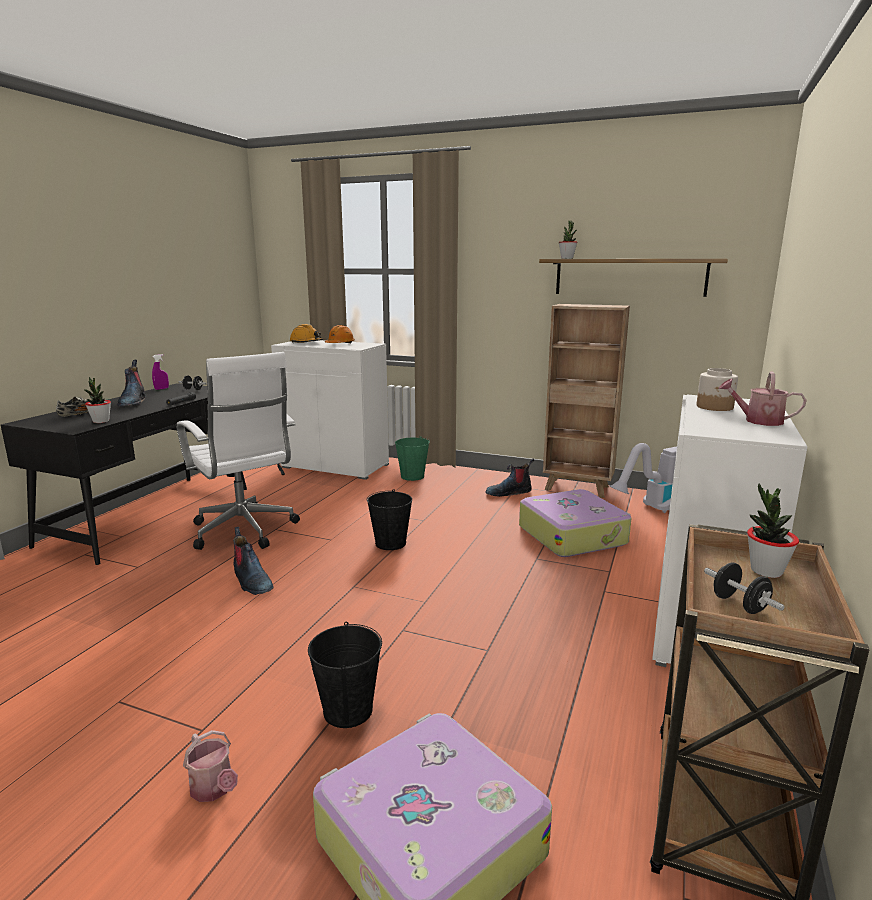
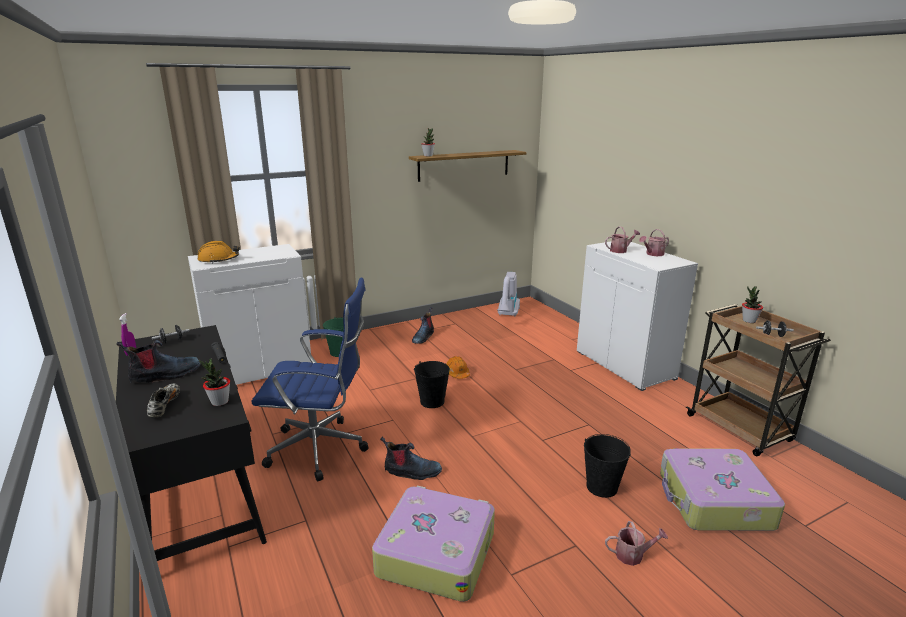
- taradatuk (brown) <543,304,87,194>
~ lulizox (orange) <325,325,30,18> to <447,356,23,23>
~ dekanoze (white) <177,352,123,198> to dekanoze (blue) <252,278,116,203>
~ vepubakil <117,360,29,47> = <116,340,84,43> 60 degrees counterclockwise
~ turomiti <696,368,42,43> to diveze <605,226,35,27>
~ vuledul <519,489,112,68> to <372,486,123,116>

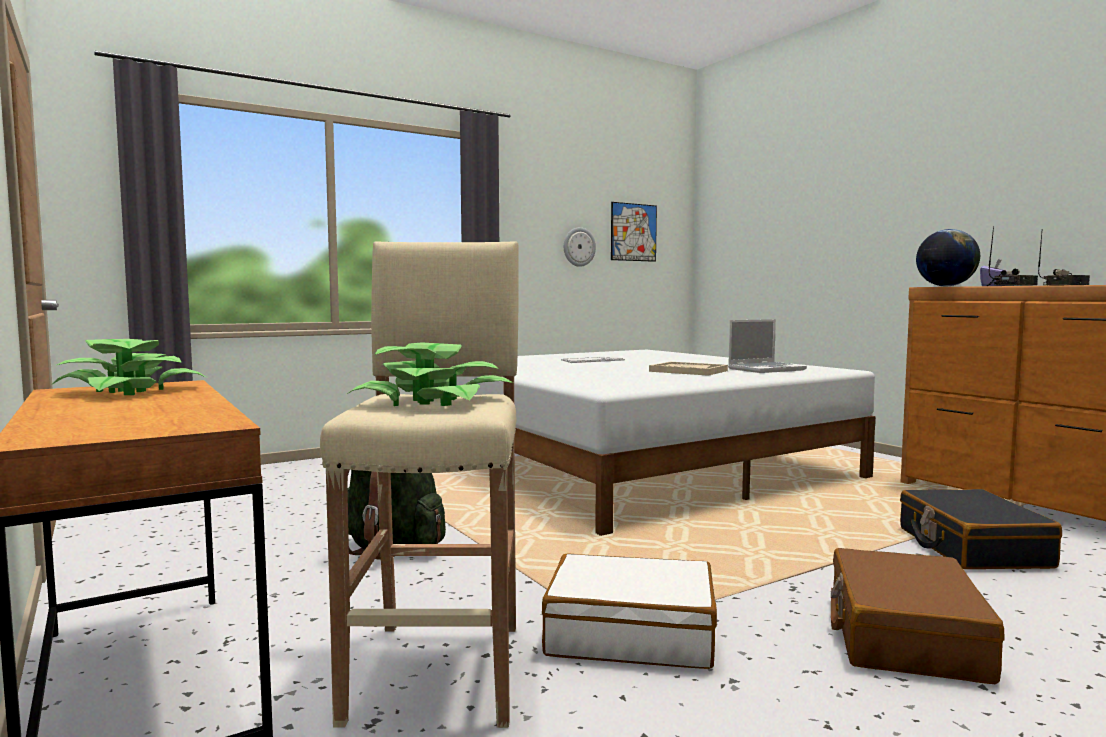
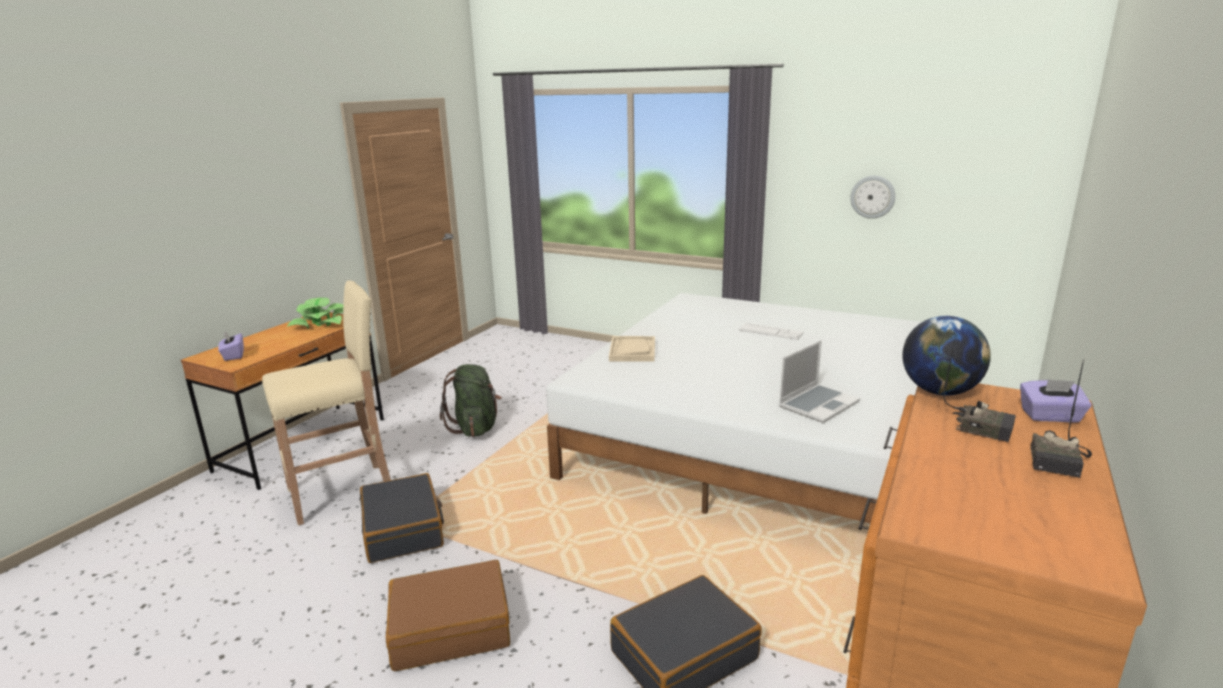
- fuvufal <611,202,46,60>
~ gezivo <728,319,79,54> = <779,340,81,83> 75 degrees counterclockwise
- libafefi <347,342,166,64>
~ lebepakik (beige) <649,362,79,14> to <609,336,46,26>
~ vuledul (white) <542,553,175,116> to vuledul (black) <360,473,84,90>
+ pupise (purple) <218,330,26,31>

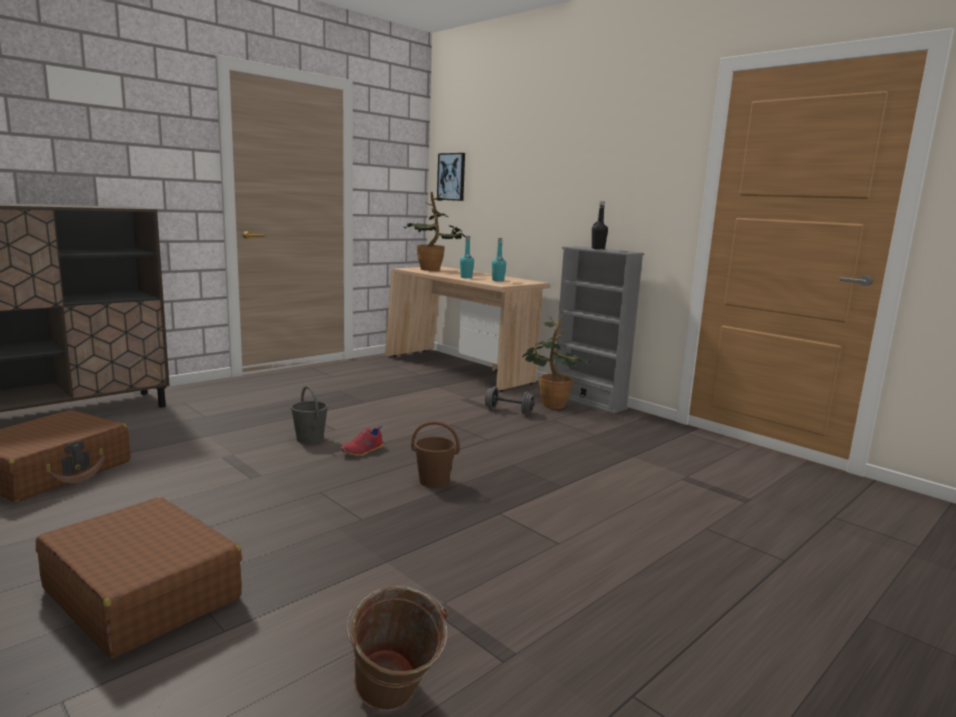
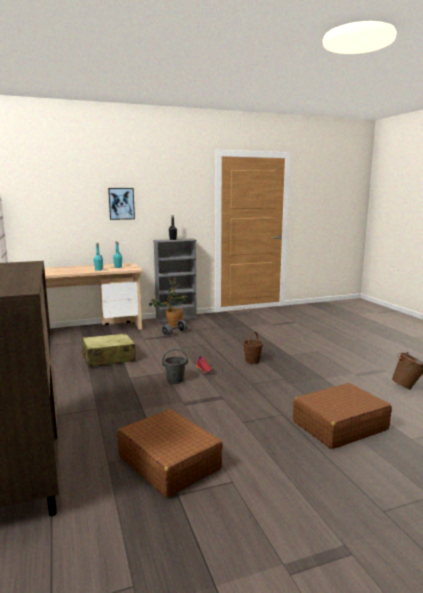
~ fuvufal <437,153,28,48> to <108,188,27,32>
- libafefi <404,192,62,79>
+ vuledul (beige) <80,333,56,34>

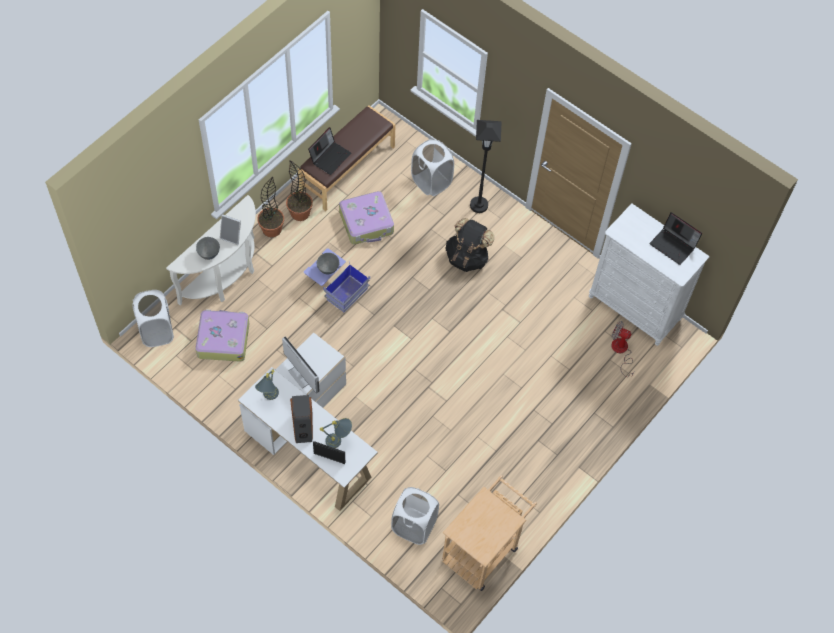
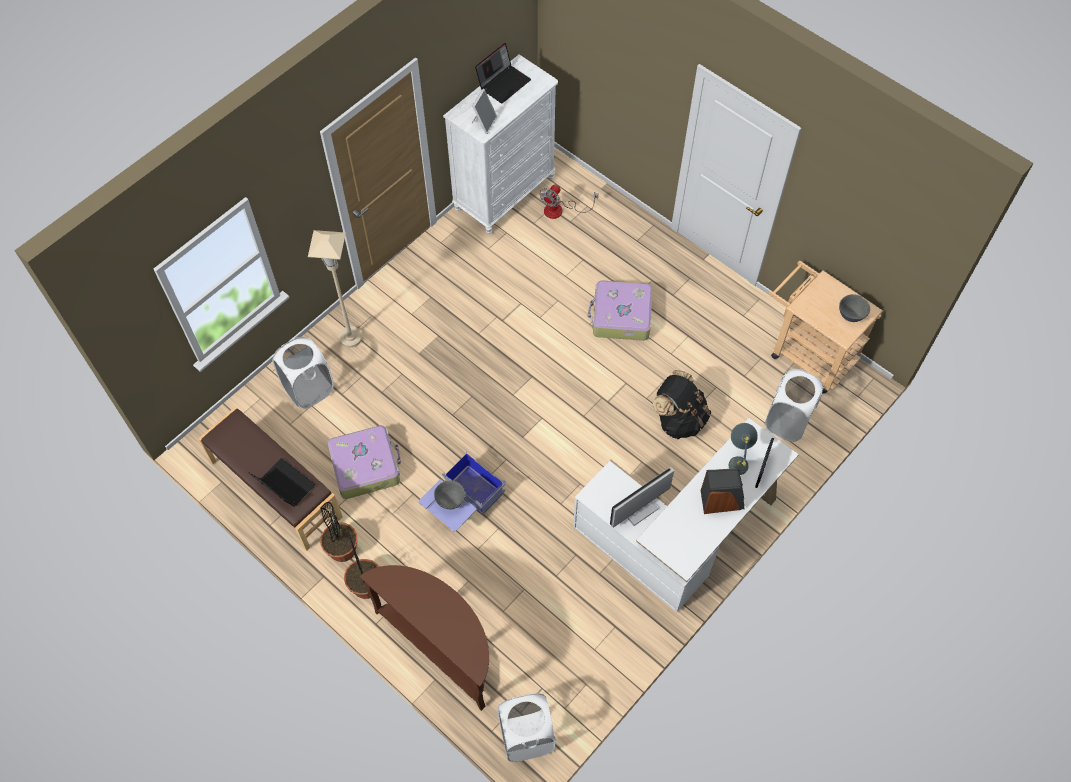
~ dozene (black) <470,120,32,93> to dozene (beige) <308,230,54,118>
~ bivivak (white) <166,195,90,111> to bivivak (brown) <360,565,129,146>
~ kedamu <220,214,21,31> to <471,89,26,45>
~ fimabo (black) <446,218,48,54> to <653,370,58,69>
~ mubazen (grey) <196,237,24,23> to <839,294,31,28>
~ vuledul <195,309,54,53> to <588,280,64,61>
- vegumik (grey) <255,369,24,31>

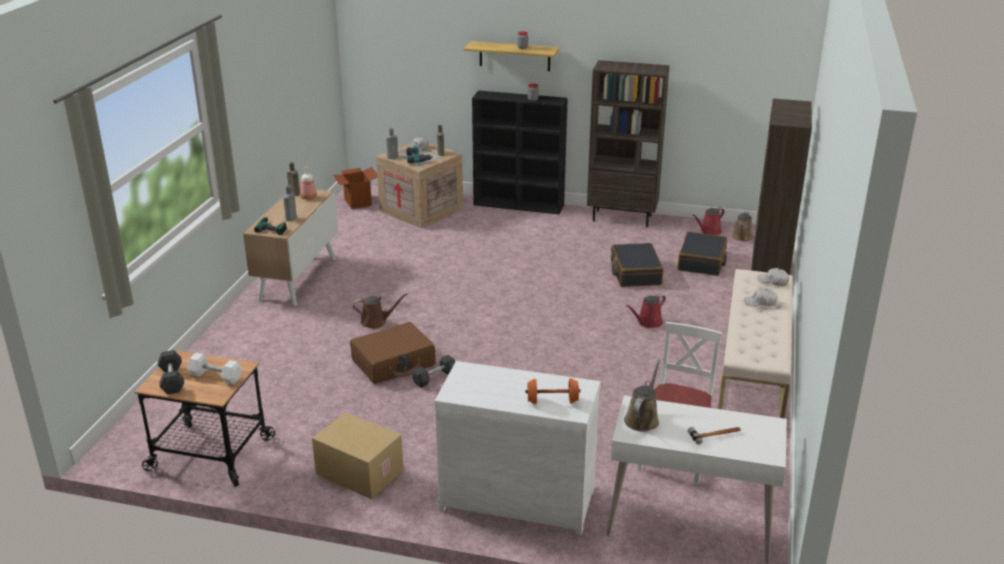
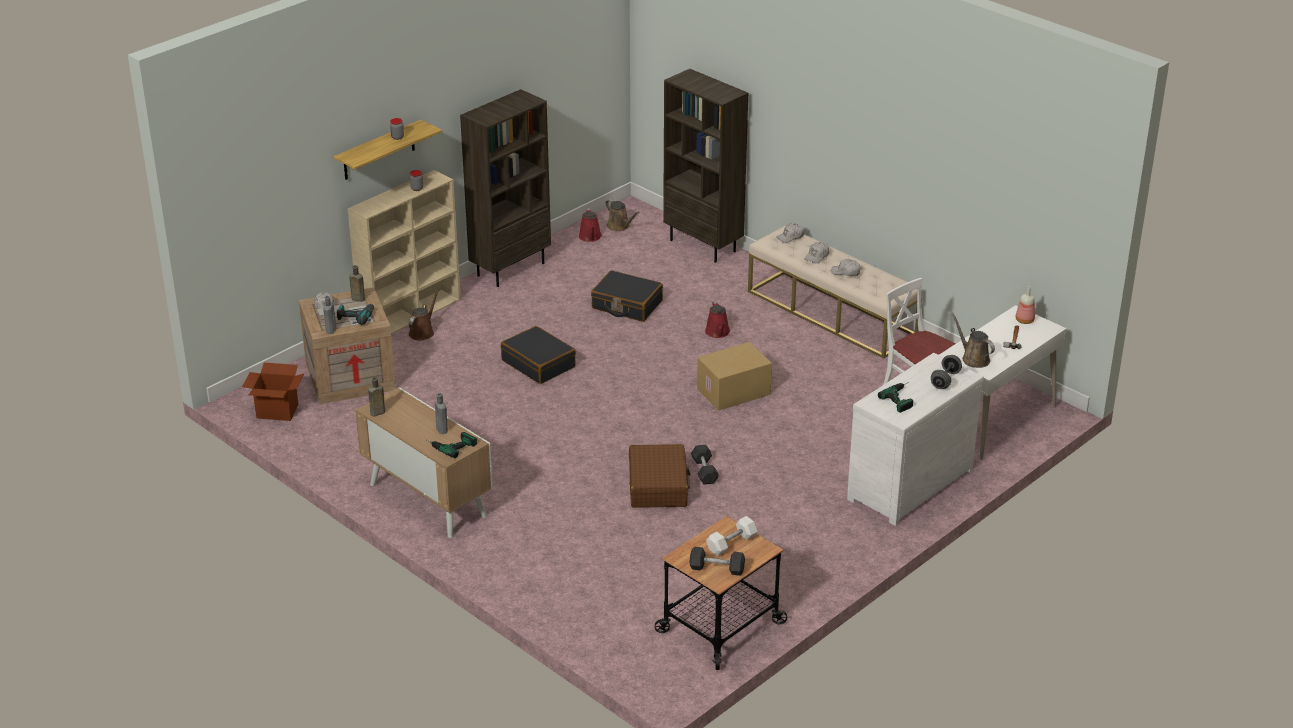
~ taradatuk (black) <472,90,96,125> to taradatuk (beige) <348,170,113,164>
~ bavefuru <300,166,17,34> to <1016,287,19,37>
~ vuledul (black) <678,232,49,44> to <501,326,75,58>
~ diveze (brown) <353,293,55,36> to <409,290,30,50>
~ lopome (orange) <526,378,54,26> to lopome (grey) <931,355,31,34>
~ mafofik <312,412,92,87> to <697,342,75,69>
+ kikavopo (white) <831,259,29,17>
+ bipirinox <878,382,35,31>

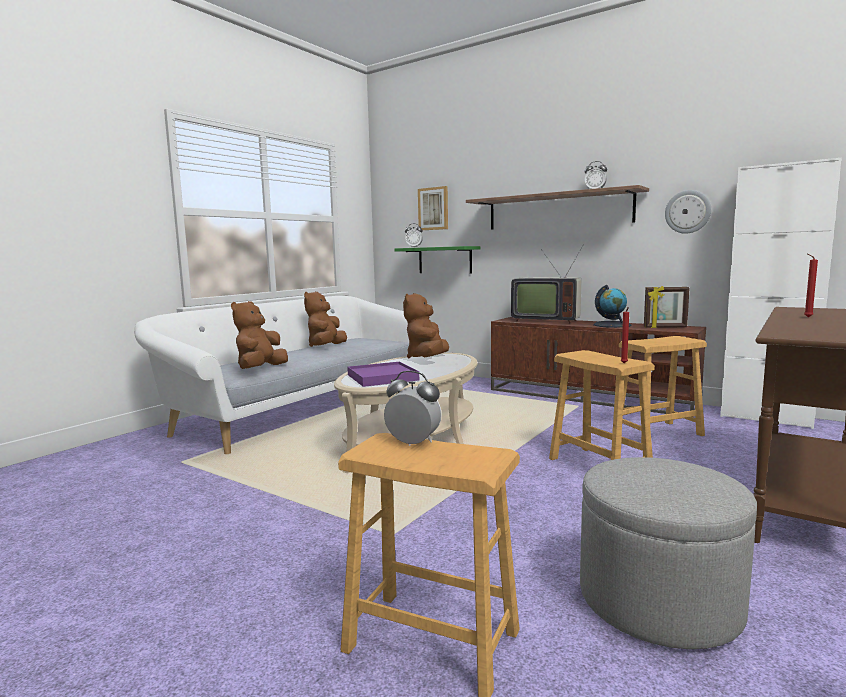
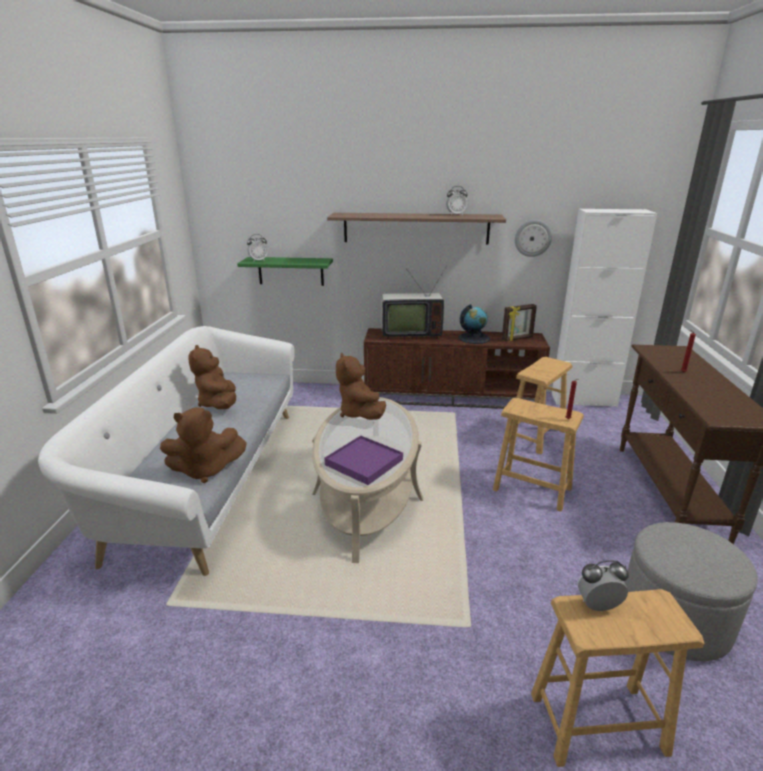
- fuvufal <418,186,30,44>
~ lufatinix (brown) <231,301,57,68> = <160,407,87,76> 90 degrees counterclockwise

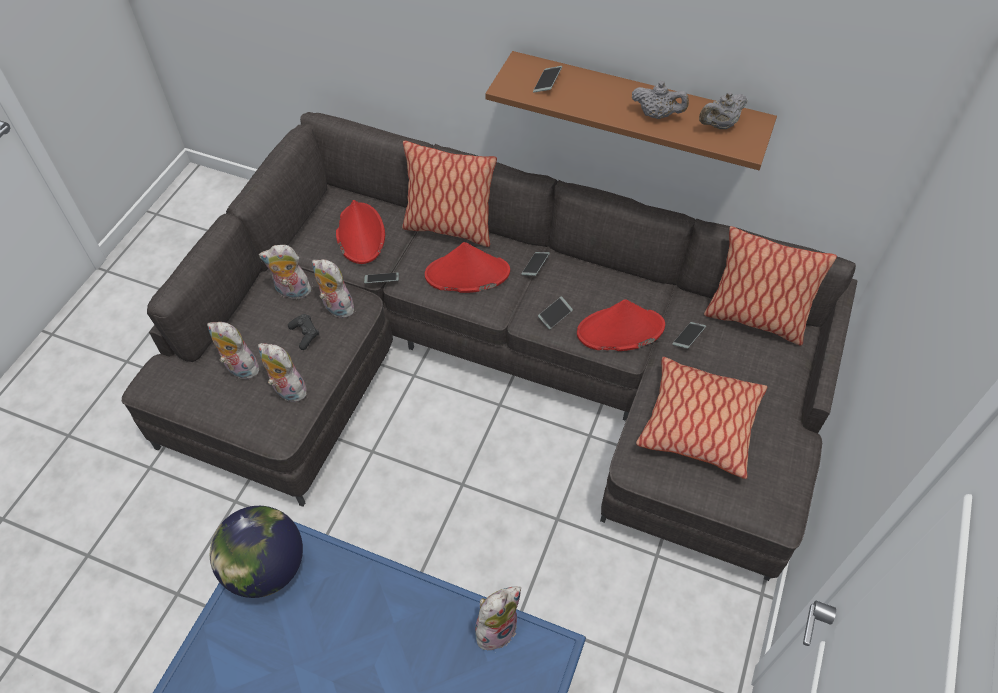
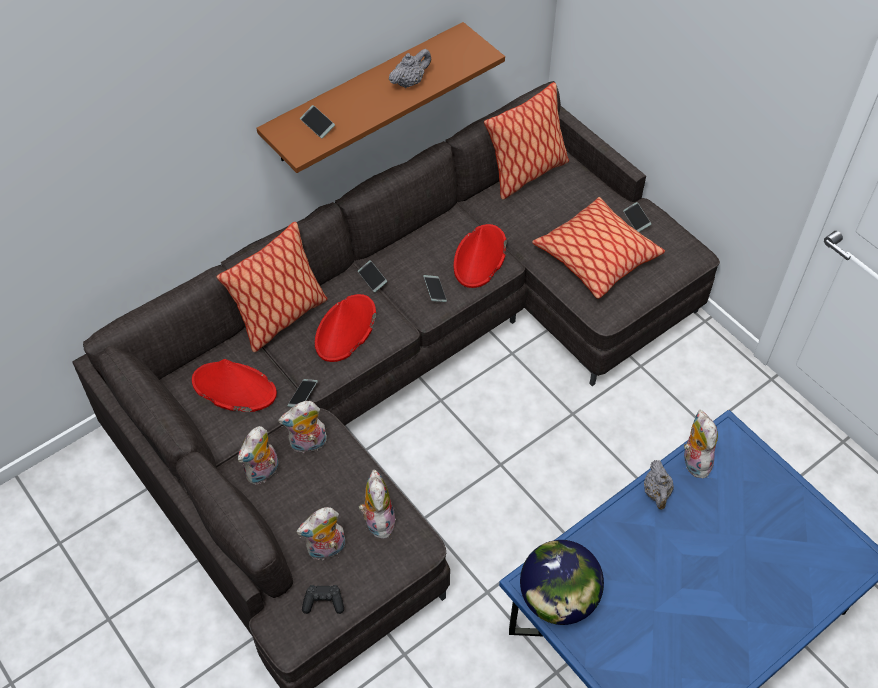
~ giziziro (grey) <699,92,48,37> to <644,460,30,50>
~ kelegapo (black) <288,314,31,36> to <302,585,42,29>
~ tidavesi <672,322,34,27> to <623,202,28,30>
~ lufatinix <258,343,50,59> = <359,469,37,70> 105 degrees clockwise

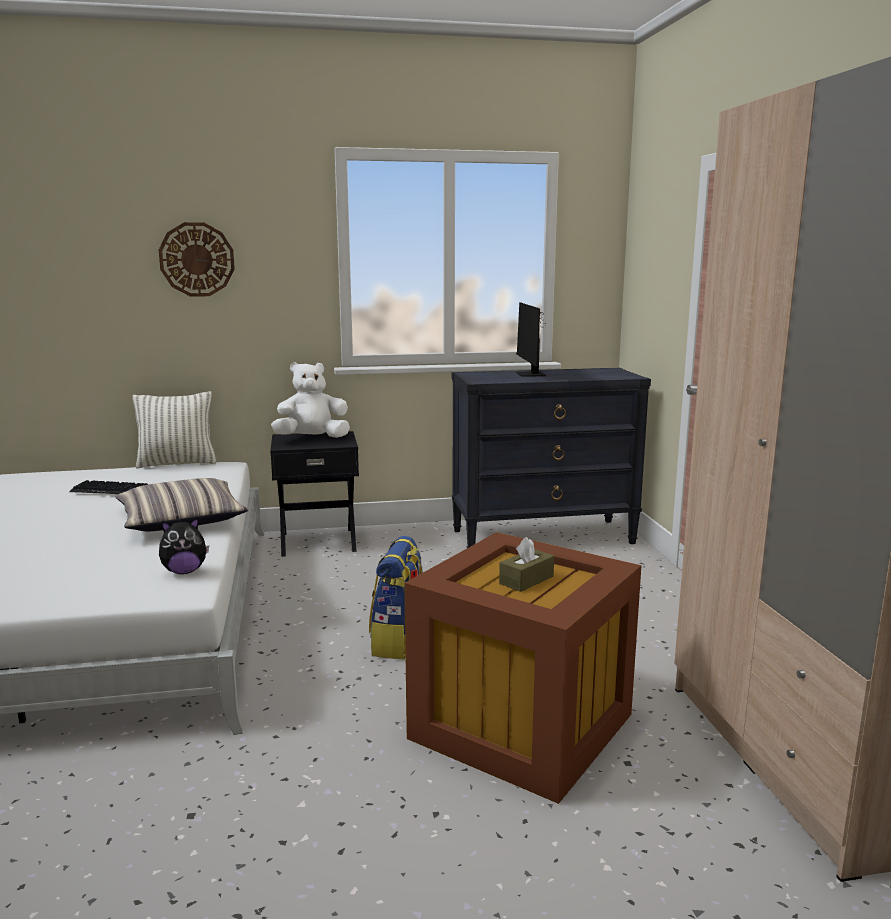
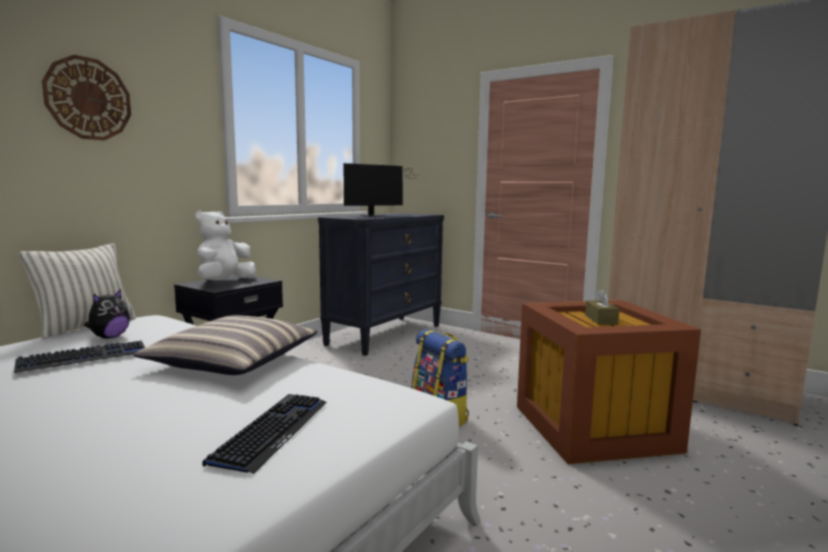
~ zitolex <516,302,30,75> = <344,163,73,54> 75 degrees counterclockwise
~ lufatinix <159,517,50,57> to <84,289,46,50>
+ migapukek <202,394,125,80>

